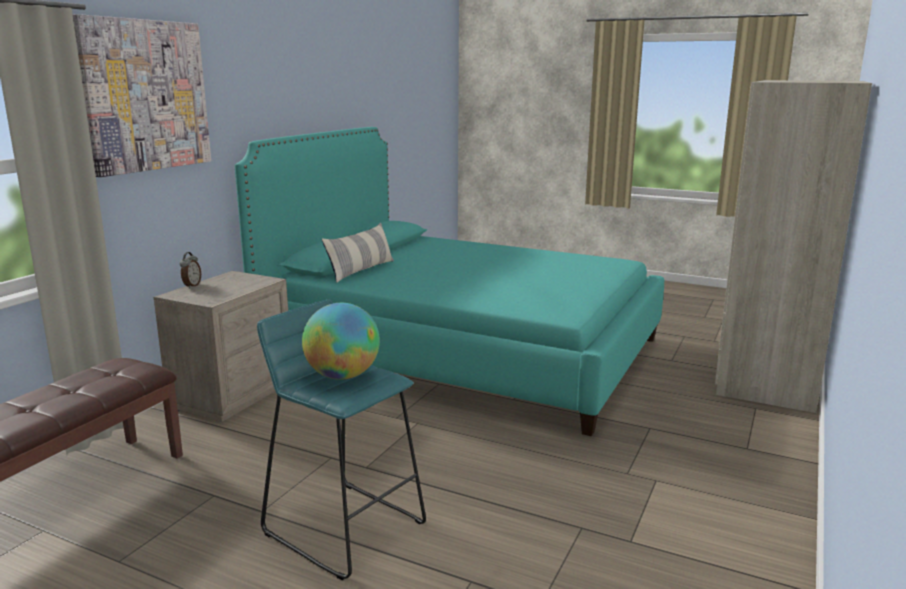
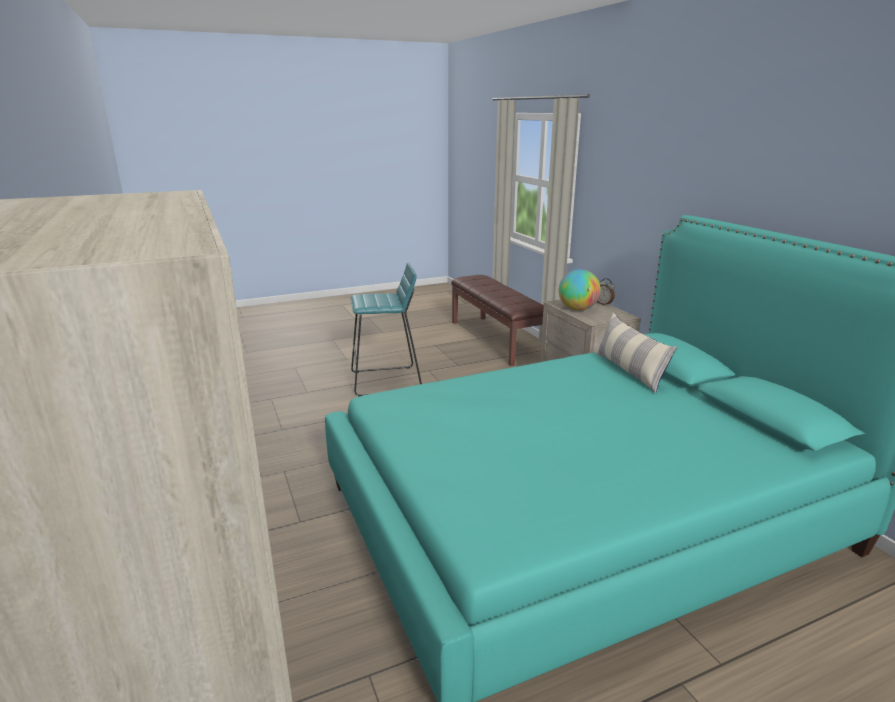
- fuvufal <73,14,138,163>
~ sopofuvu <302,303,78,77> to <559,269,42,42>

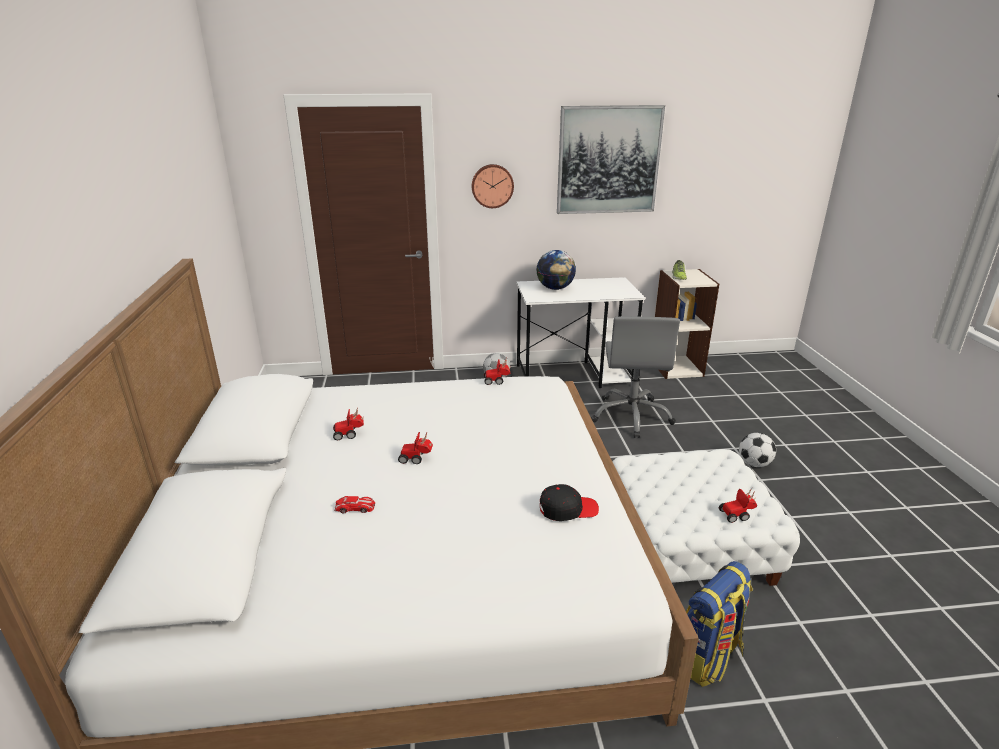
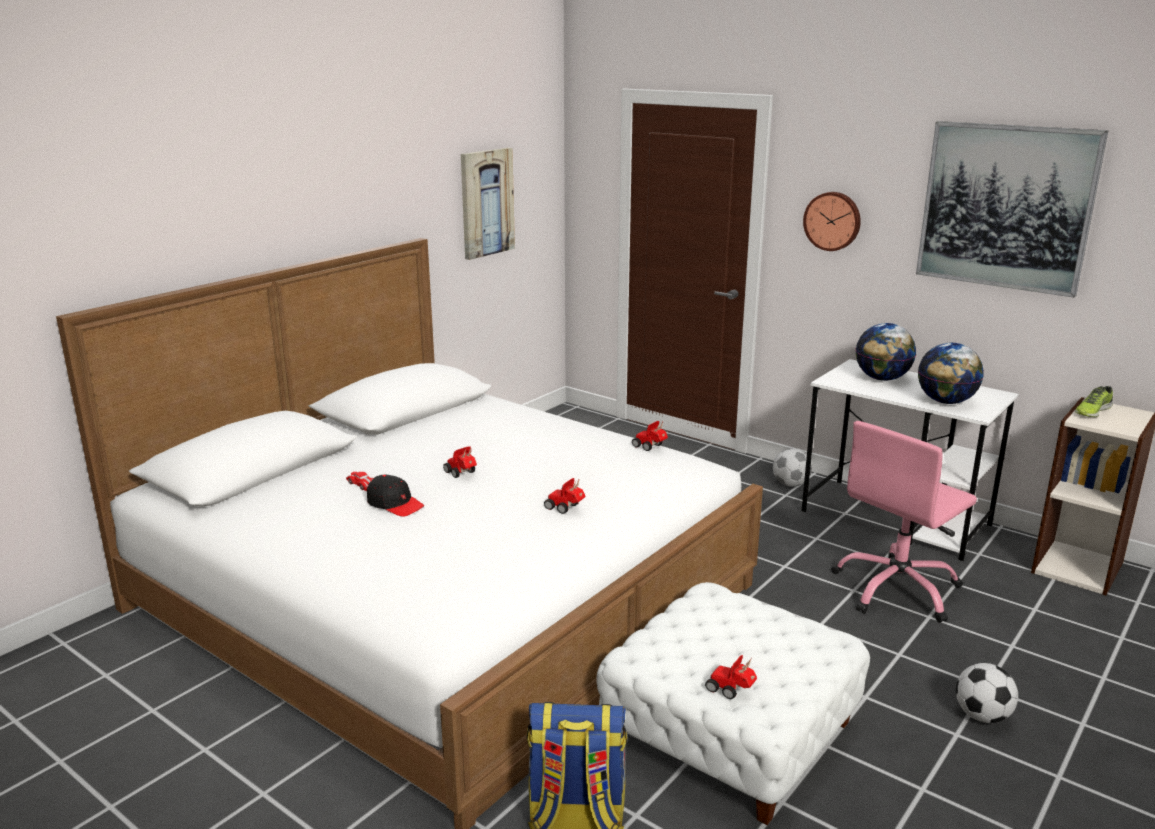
~ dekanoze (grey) <591,316,89,122> to dekanoze (pink) <832,421,145,202>
~ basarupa <333,407,31,33> to <544,478,41,36>
~ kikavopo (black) <540,484,59,37> to <367,475,57,42>
+ fuvufal <461,148,54,112>
+ sopofuvu <918,343,66,61>

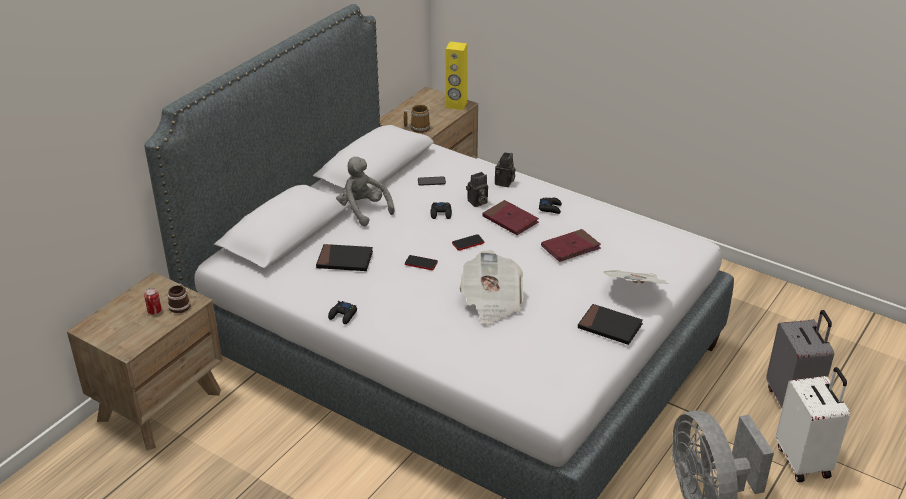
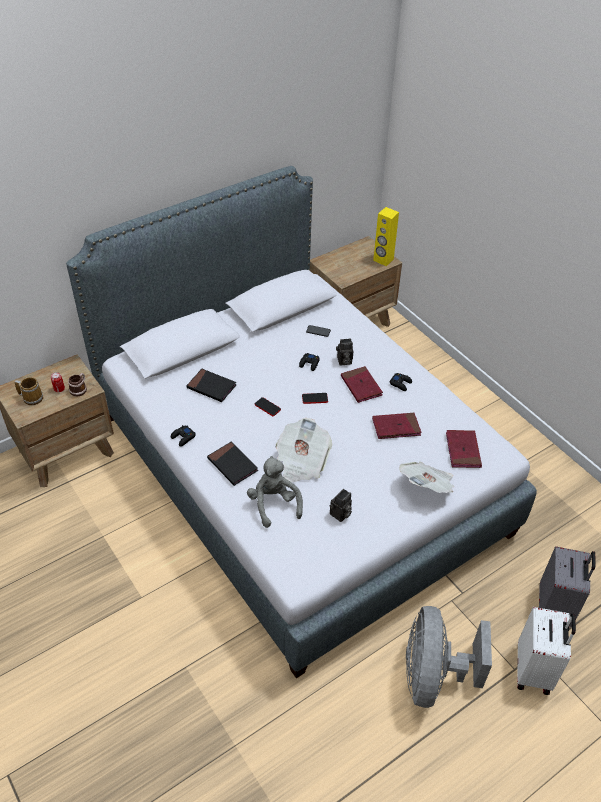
~ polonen <404,104,26,29> to <15,377,28,28>
~ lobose <495,152,21,35> to <330,489,22,33>
~ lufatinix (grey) <336,157,59,69> to <247,456,56,72>
~ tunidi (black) <578,304,65,41> to <207,442,51,44>
+ tunidi (red) <446,430,36,38>

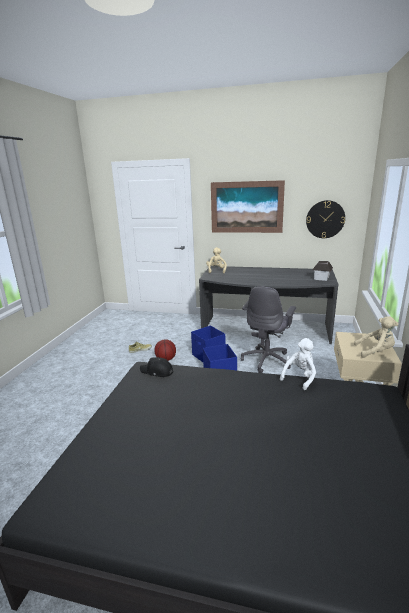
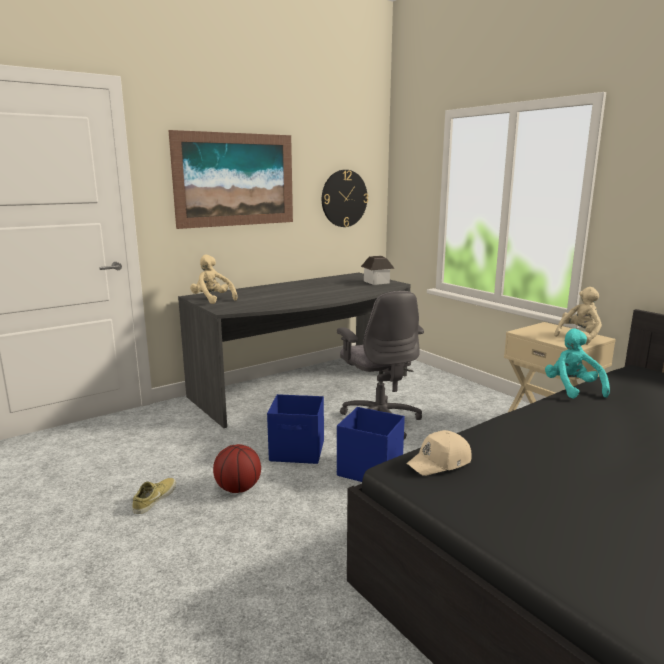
~ lufatinix (white) <280,338,36,52> to lufatinix (turquoise) <545,329,65,70>
~ kikavopo (black) <140,357,34,20> to kikavopo (beige) <406,430,66,46>

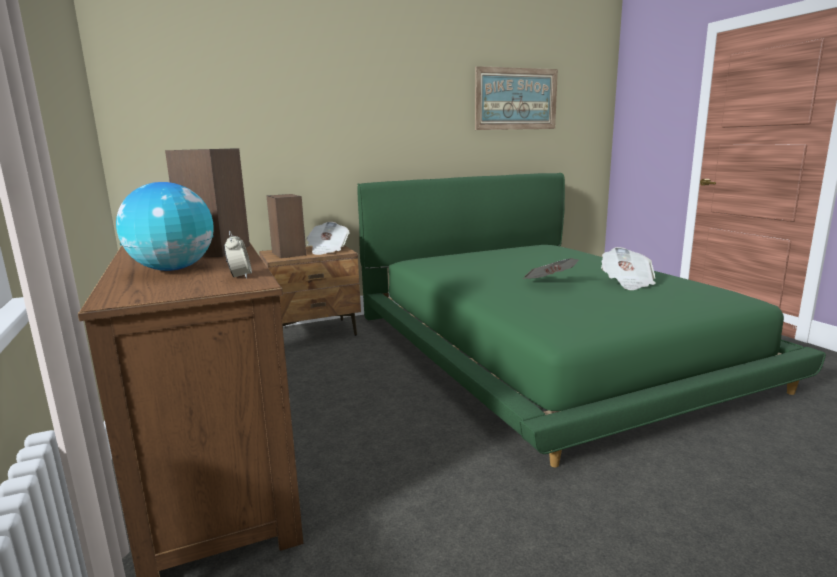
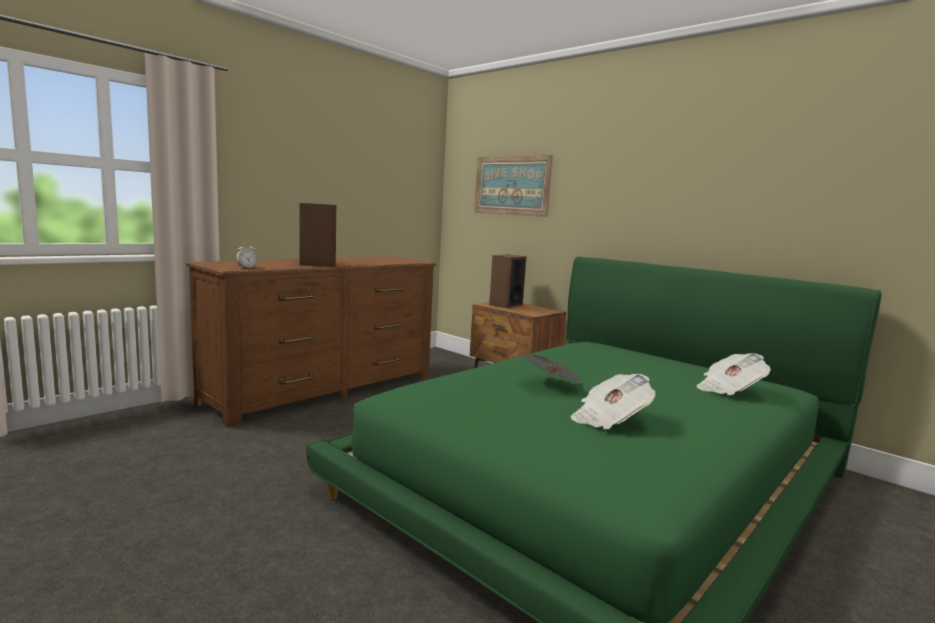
~ fuvufal <475,66,83,64> to <474,155,79,62>
- sopofuvu <116,182,98,89>
~ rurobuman <307,222,43,33> to <697,353,74,42>

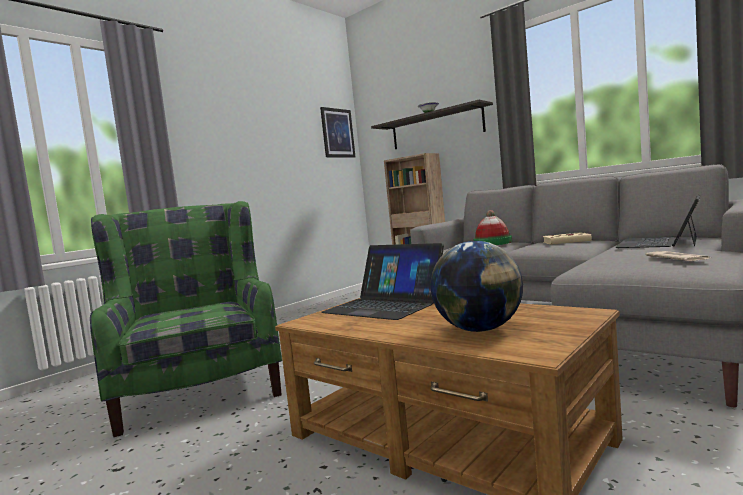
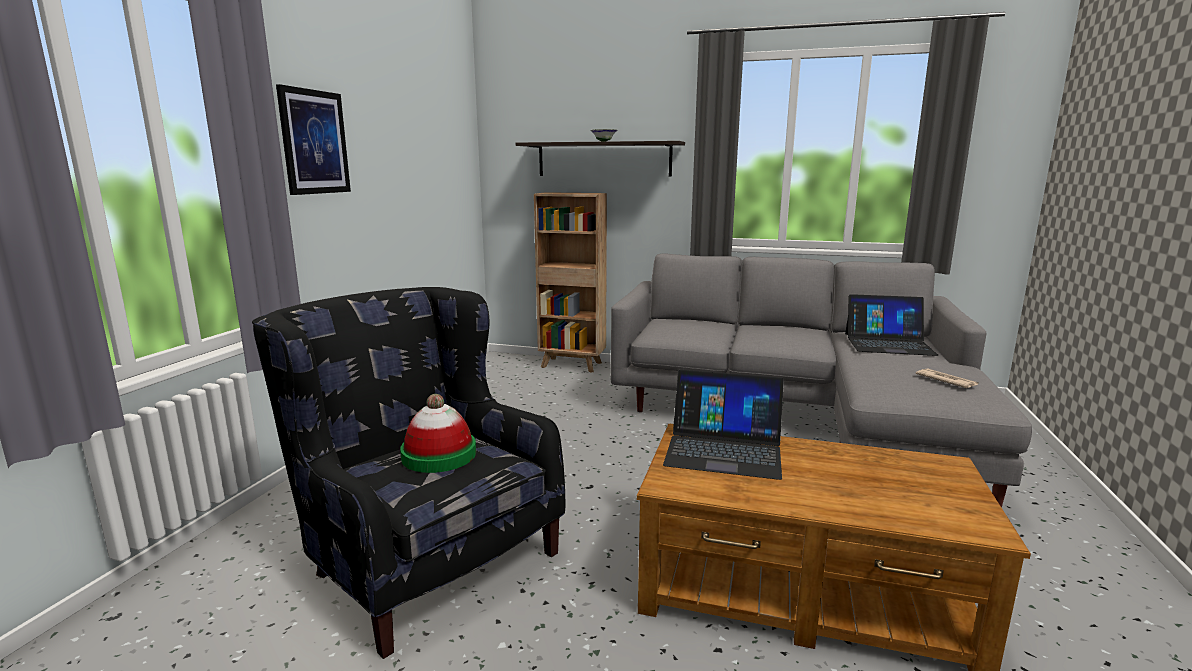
~ fuvufal <320,107,35,51> to <276,84,75,111>
~ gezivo <615,195,86,53> = <845,294,93,62> 90 degrees counterclockwise
~ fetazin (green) <90,201,192,236> to fetazin (black) <252,287,313,372>
~ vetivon <473,210,39,35> to <400,394,76,79>
- tunidi (beige) <543,232,52,13>
- sopofuvu <430,241,93,91>

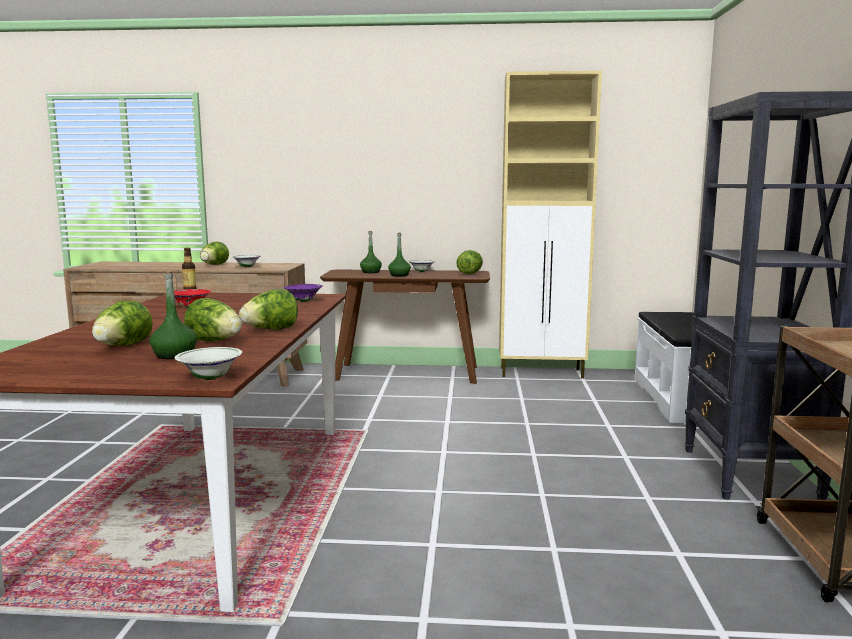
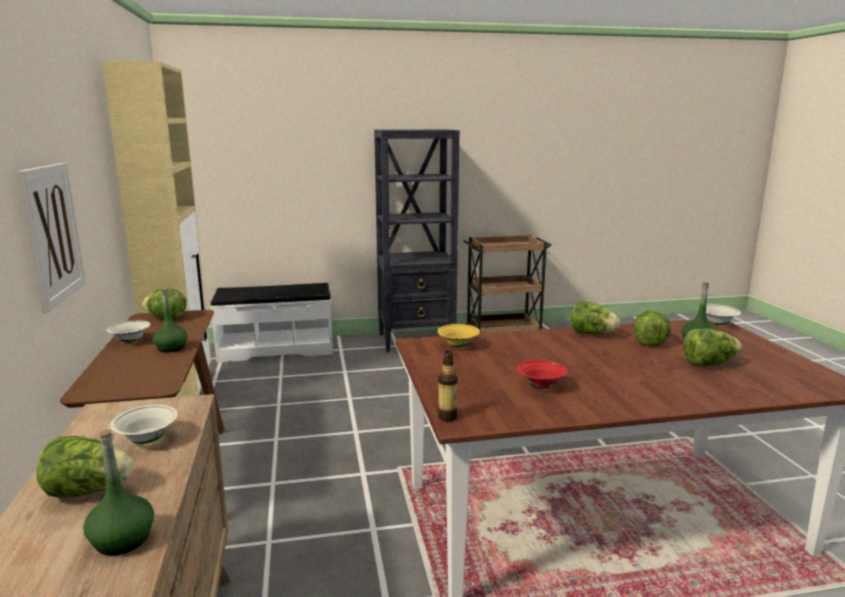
~ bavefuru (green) <360,231,22,42> to <83,429,71,127>
~ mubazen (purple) <283,284,40,18> to mubazen (yellow) <437,324,43,24>
+ fuvufal <17,163,69,150>

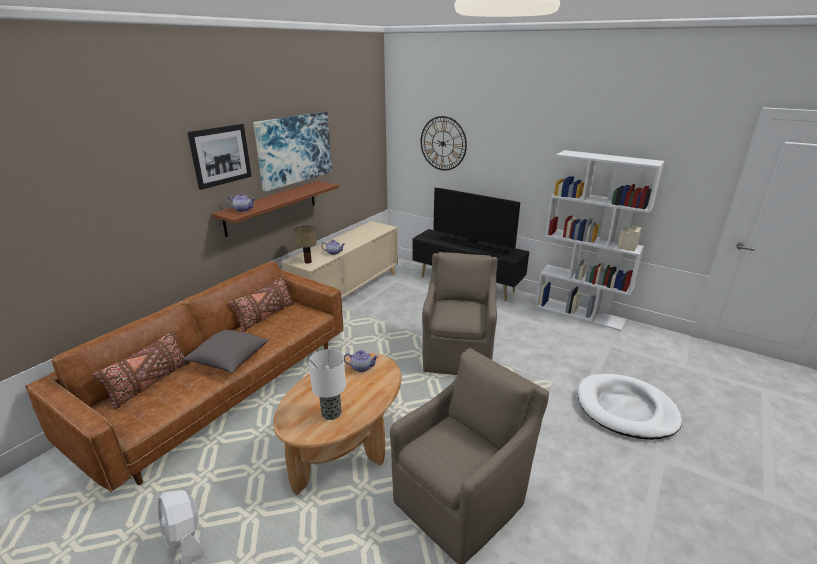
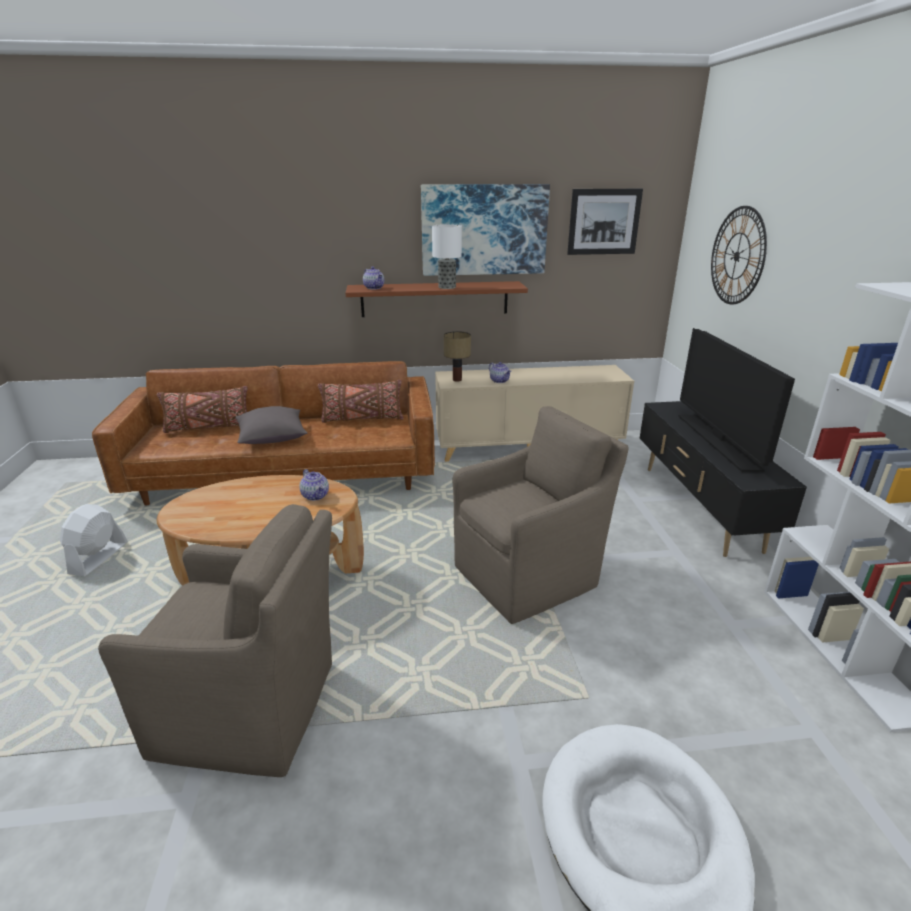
~ fuvufal <187,124,65,66> to <567,189,76,66>
~ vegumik <309,349,37,71> to <432,224,30,65>

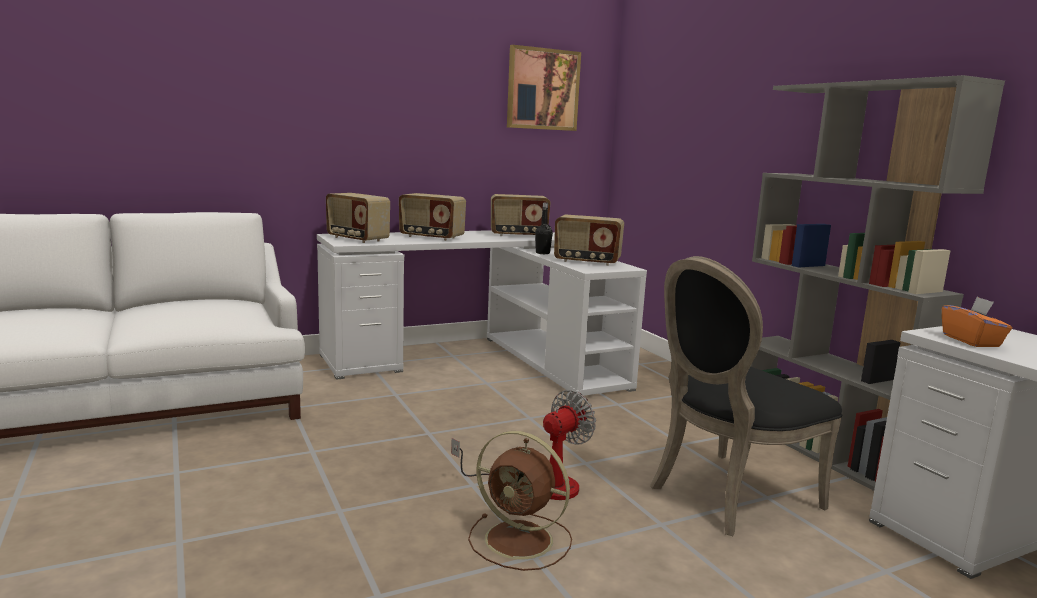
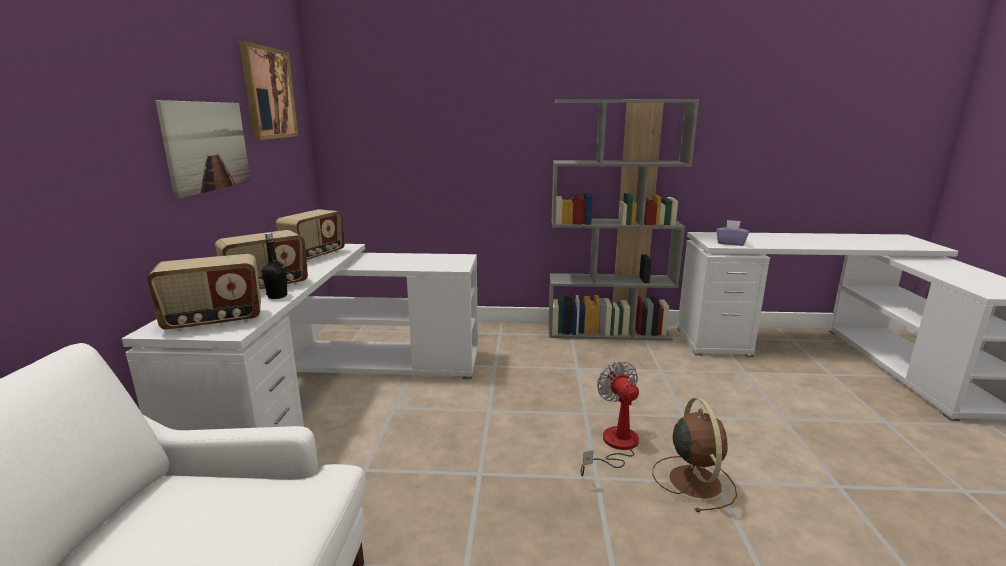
~ bavefuru (black) <535,203,18,51> to <262,232,25,67>
- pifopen <554,215,70,51>
- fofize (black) <650,256,192,280>
~ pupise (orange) <942,296,70,51> to pupise (purple) <716,220,33,26>
~ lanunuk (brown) <468,431,104,140> = <652,398,85,114> 60 degrees counterclockwise
+ fuvufal <155,100,96,99>

